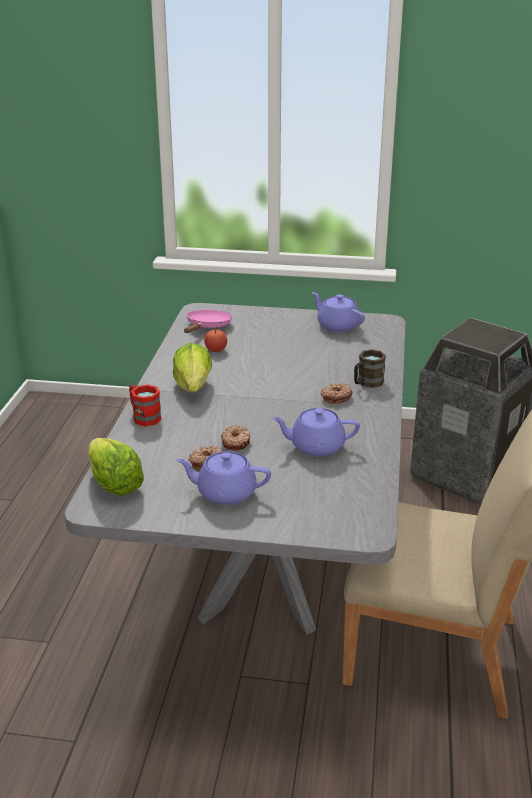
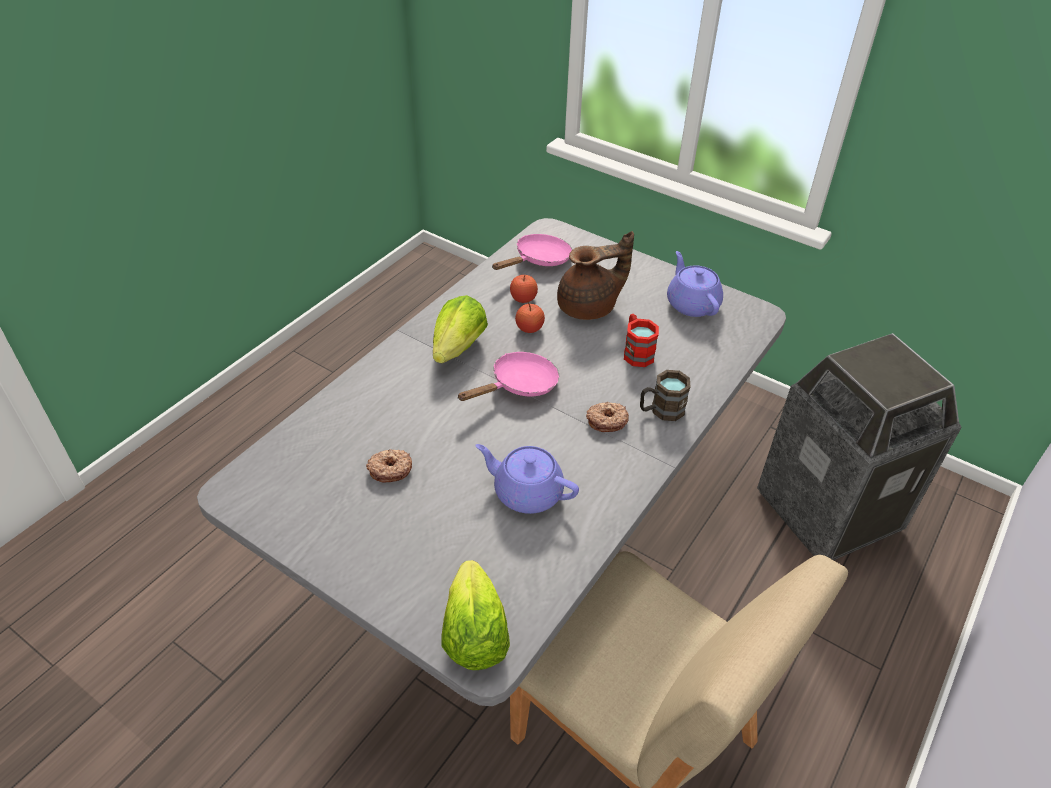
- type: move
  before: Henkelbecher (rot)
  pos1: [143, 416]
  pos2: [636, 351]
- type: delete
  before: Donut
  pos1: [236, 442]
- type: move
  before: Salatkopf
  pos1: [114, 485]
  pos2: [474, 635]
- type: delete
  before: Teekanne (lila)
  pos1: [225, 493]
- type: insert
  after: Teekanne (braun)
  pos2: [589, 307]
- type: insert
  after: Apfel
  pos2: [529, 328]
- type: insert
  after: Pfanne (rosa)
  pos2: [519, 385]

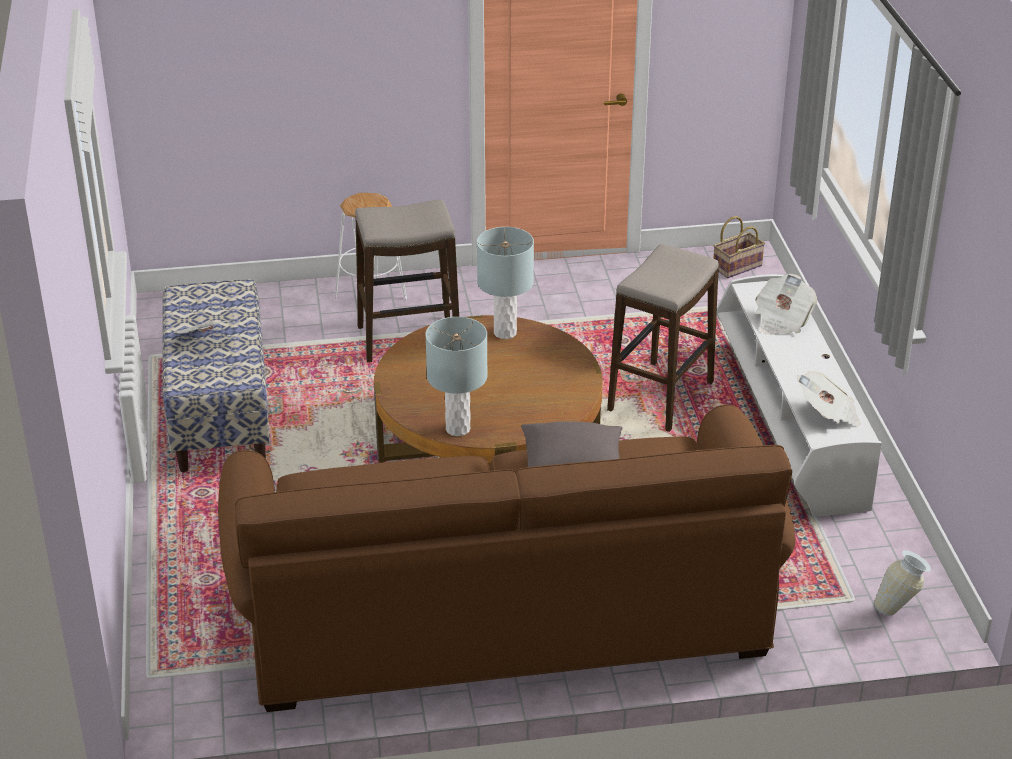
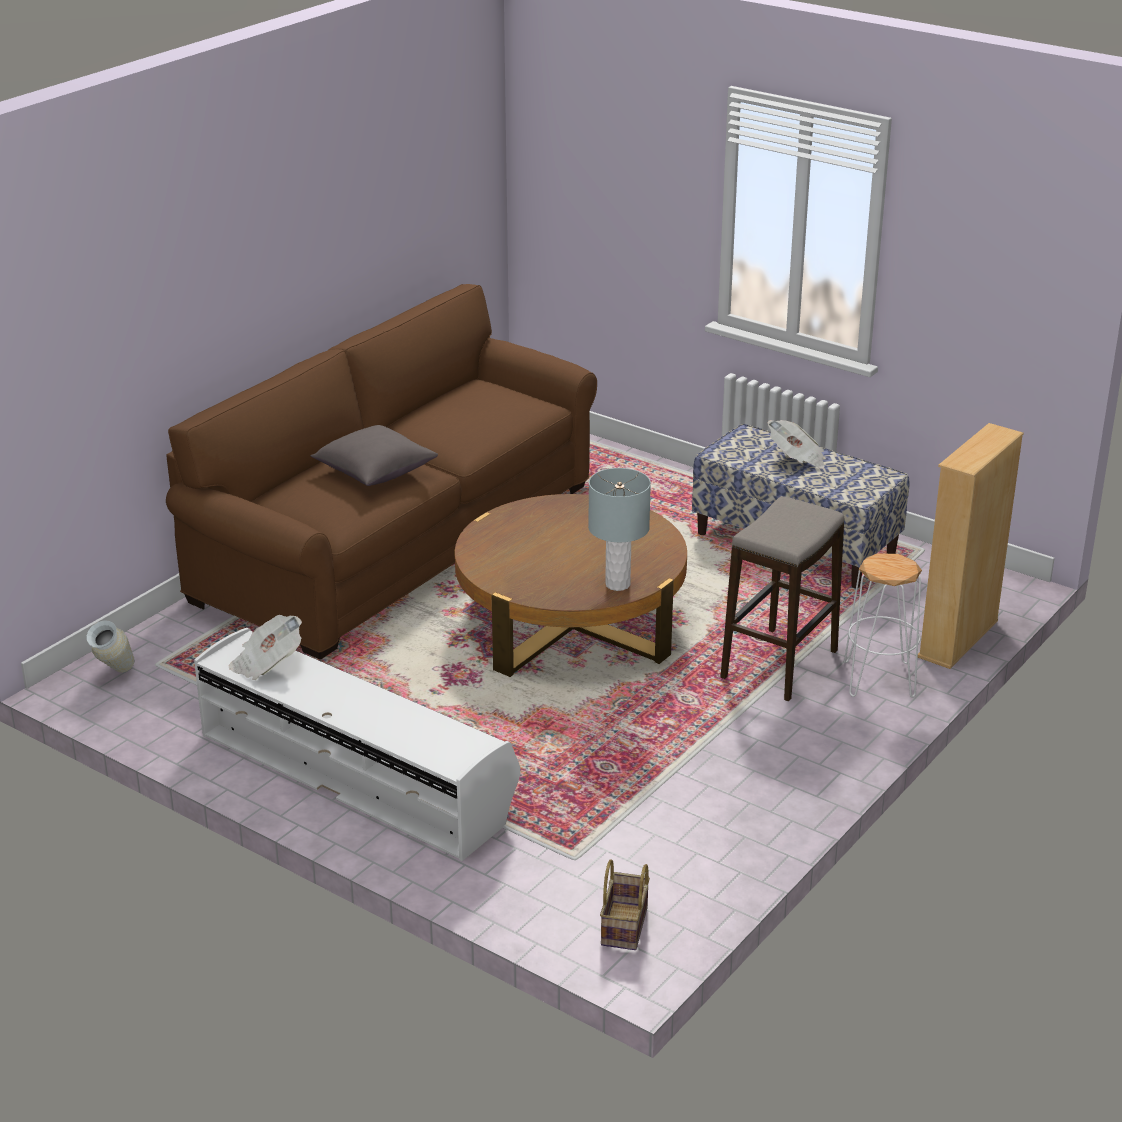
- type: delete
  before: Hocker
  pos1: [661, 396]
- type: delete
  before: Zeitung
  pos1: [782, 320]
- type: delete
  before: Tischlampe (grau)
  pos1: [457, 429]
- type: insert
  after: Bücherregal (beige)
  pos2: [958, 639]

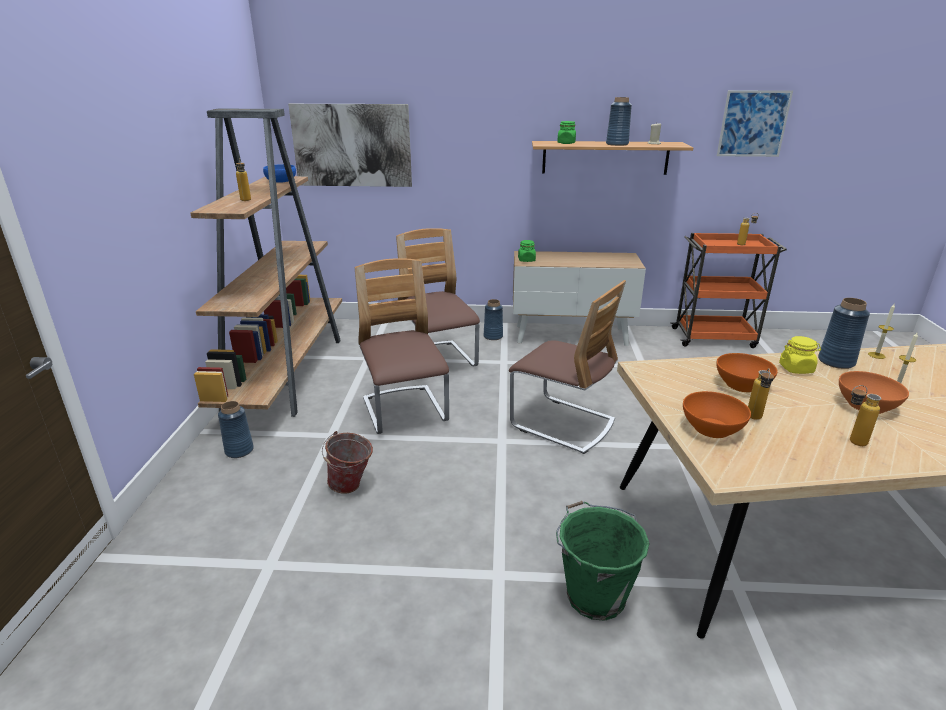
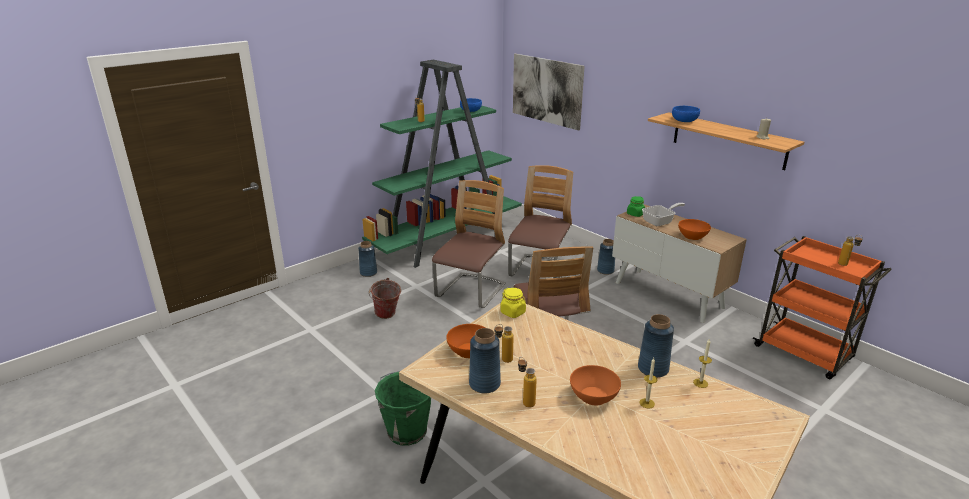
- type: delete
  before: Bild
  pos1: [753, 124]
- type: move
  before: Vase (blau)
  pos1: [617, 144]
  pos2: [484, 384]
- type: recolor
  before: Bücherregal (braun)
  after: Bücherregal (grün)
  pos1: [287, 372]
  pos2: [447, 241]
- type: replace
  before: Vorratsglas (grün)
  after: Schüssel (blau)
  pos1: [566, 143]
  pos2: [684, 120]
- type: move
  before: Vorratsglas (gelb)
  pos1: [796, 369]
  pos2: [513, 312]
- type: move
  before: Schüssel (orange)
  pos1: [742, 384]
  pos2: [692, 236]
- type: insert
  after: Pfanne
  pos2: [660, 221]

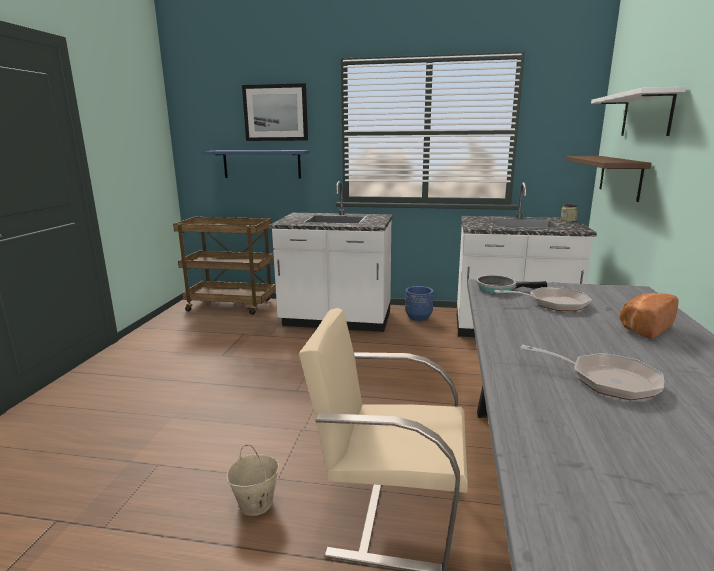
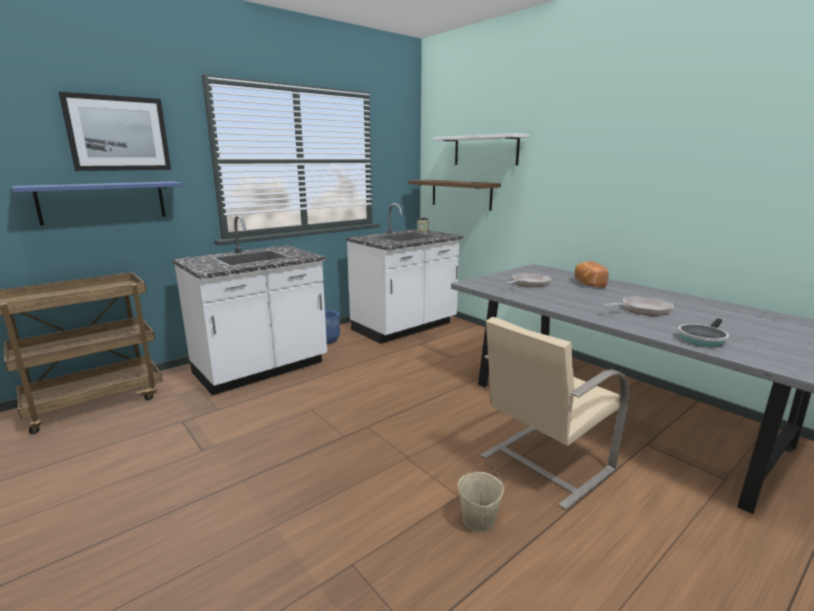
- type: move
  before: Pfanne
  pos1: [499, 288]
  pos2: [702, 339]

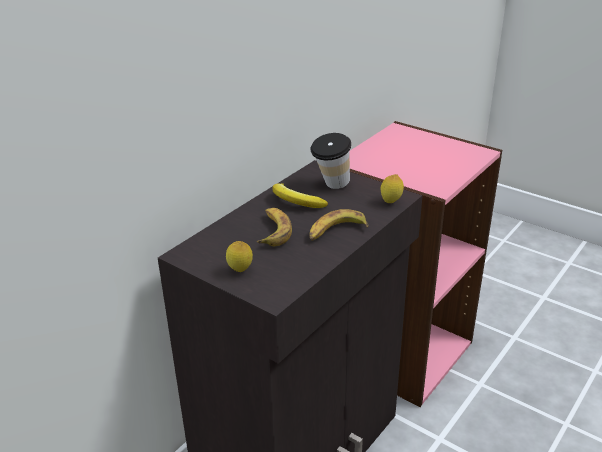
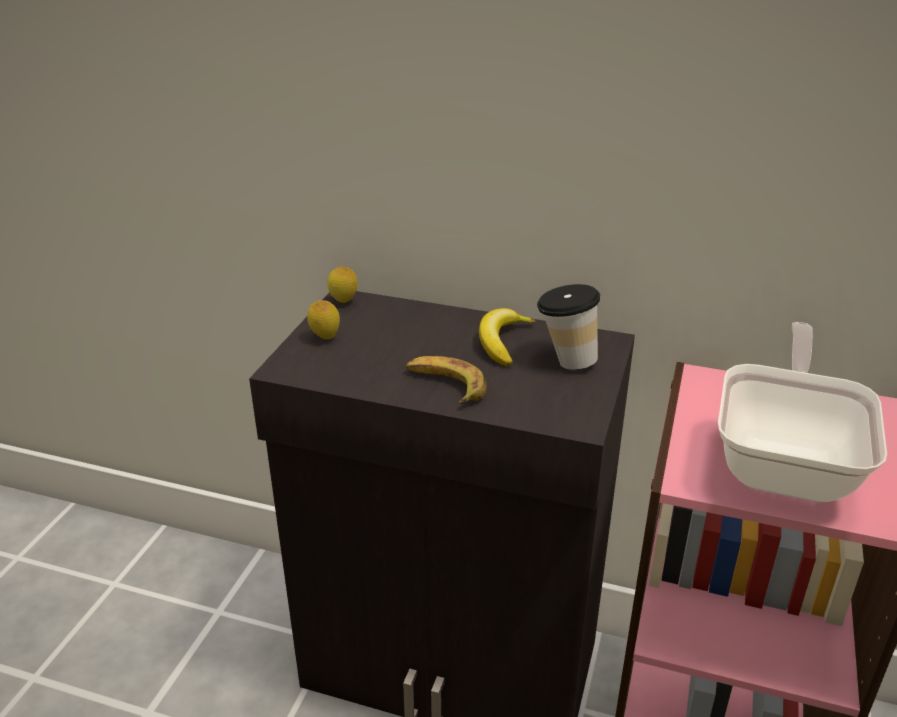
- type: move
  before: Zitrone
  pos1: [391, 202]
  pos2: [343, 302]
- type: delete
  before: Banane
  pos1: [273, 231]
- type: insert
  after: Pfanne
  pos2: [787, 461]

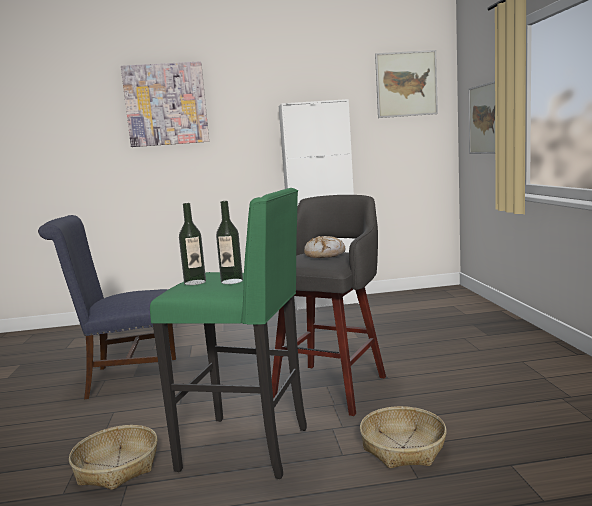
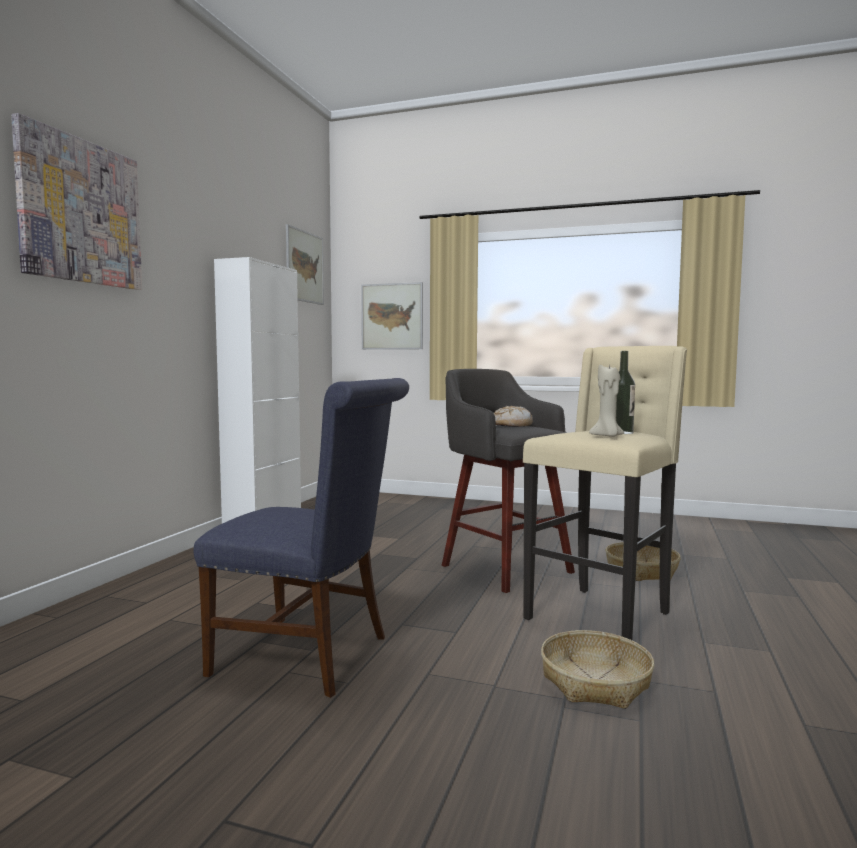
- type: recolor
  before: Hocker (grün)
  after: Hocker (beige)
  pos1: [248, 448]
  pos2: [601, 616]
- type: replace
  before: Flasche
  after: Kerze (beige)
  pos1: [195, 282]
  pos2: [607, 436]
- type: rotate
  before: Stuhl (blau)
  pos1: [126, 378]
  pos2: [312, 655]
  turn: -90

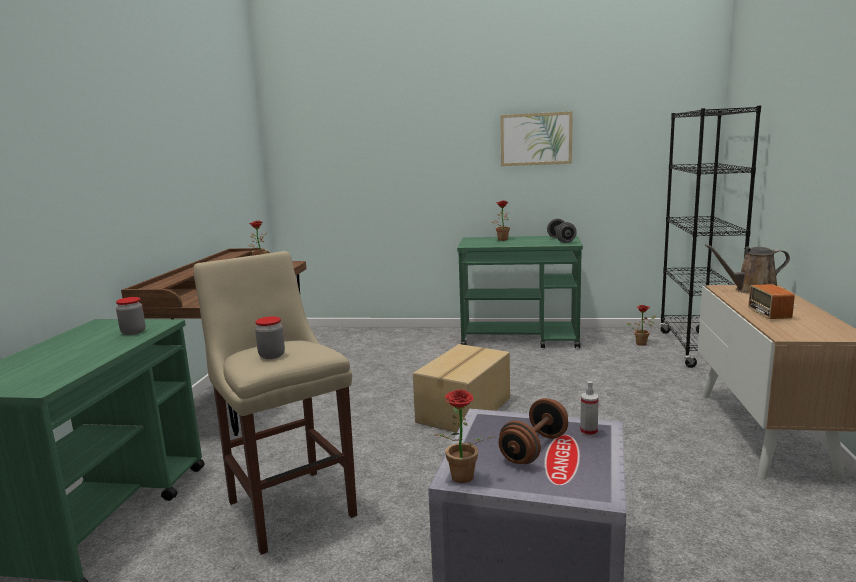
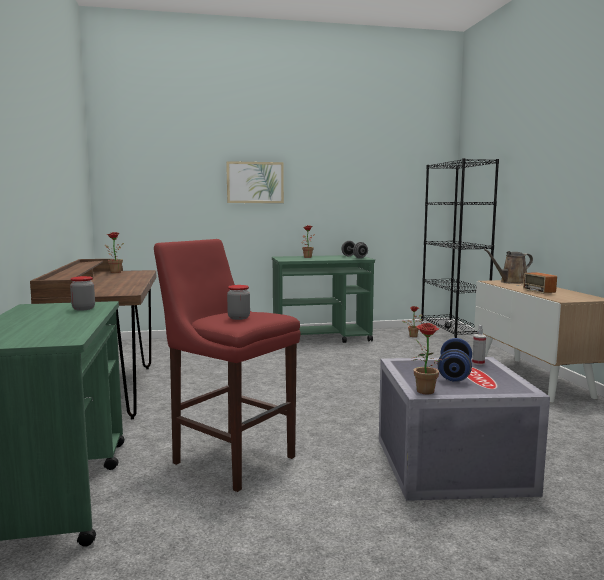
- type: move
  before: Bild
  pos1: [536, 139]
  pos2: [255, 182]
- type: recolor
  before: Hocker (beige)
  after: Hocker (rot)
  pos1: [289, 505]
  pos2: [230, 458]
- type: delete
  before: Karton
  pos1: [465, 410]
- type: recolor
  before: Hantel (braun)
  after: Hantel (blau)
  pos1: [534, 449]
  pos2: [454, 374]

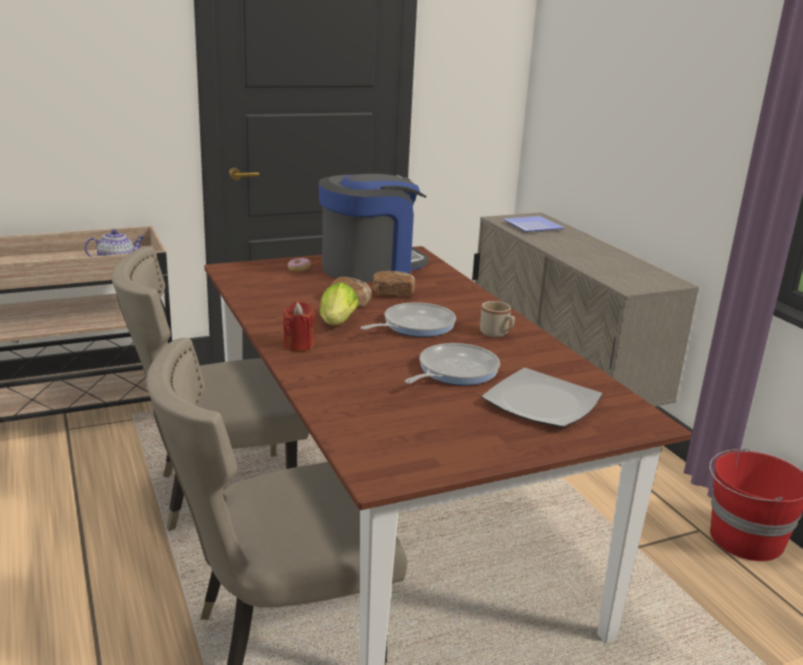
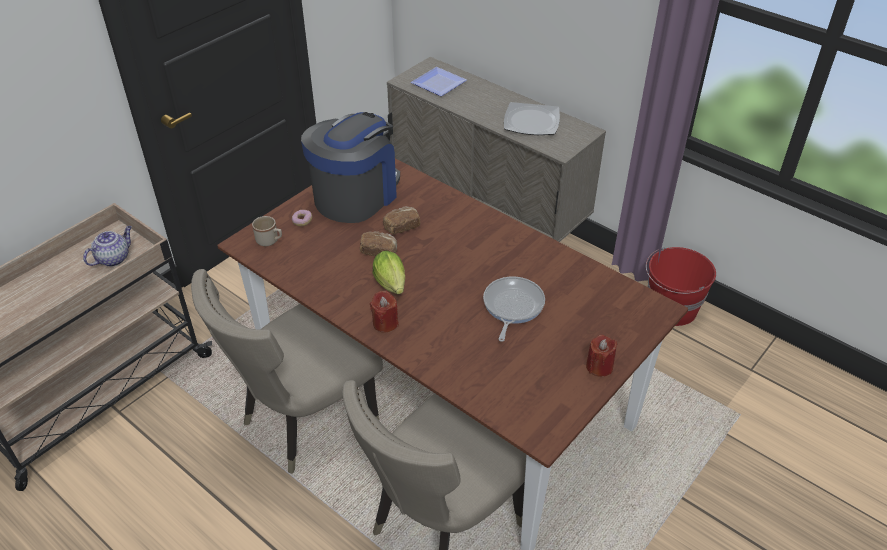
- type: move
  before: Henkelbecher (beige)
  pos1: [497, 334]
  pos2: [270, 241]
- type: delete
  before: Pfanne
  pos1: [415, 325]
- type: move
  before: Teller
  pos1: [542, 403]
  pos2: [532, 122]
- type: insert
  after: Kerze (rot)
  pos2: [599, 367]

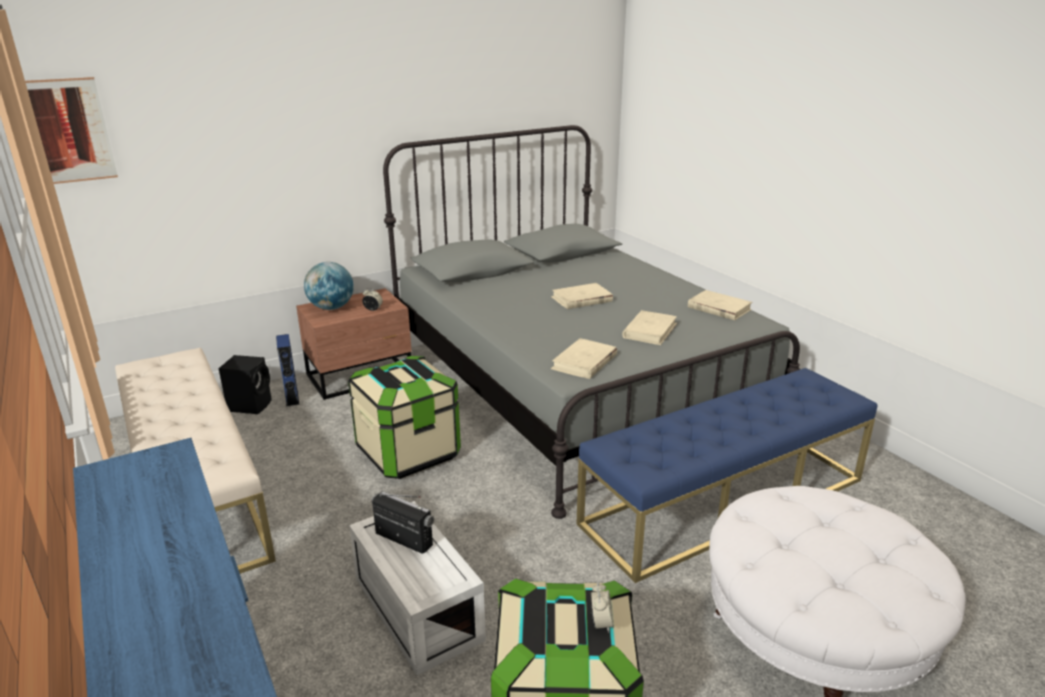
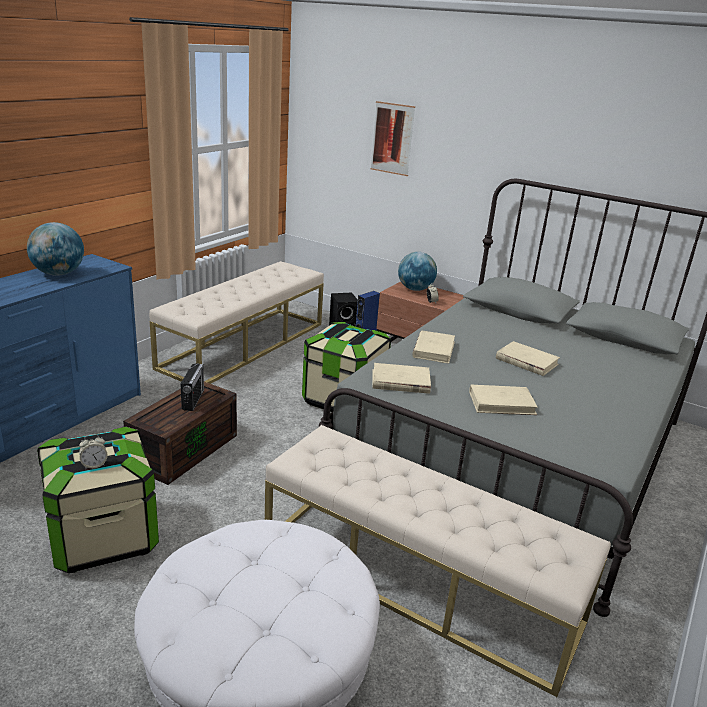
- type: move
  before: Bild
  pos1: [70, 131]
  pos2: [392, 138]
- type: move
  before: Buch (beige)
  pos1: [718, 308]
  pos2: [433, 349]
- type: recolor
  before: Bank (blau)
  after: Bank (beige)
  pos1: [724, 501]
  pos2: [418, 581]
- type: recolor
  before: Aufbewahrungsbox (weiß)
  after: Aufbewahrungsbox (braun)
  pos1: [414, 608]
  pos2: [184, 449]
- type: insert
  after: Globus
  pos2: [58, 274]

